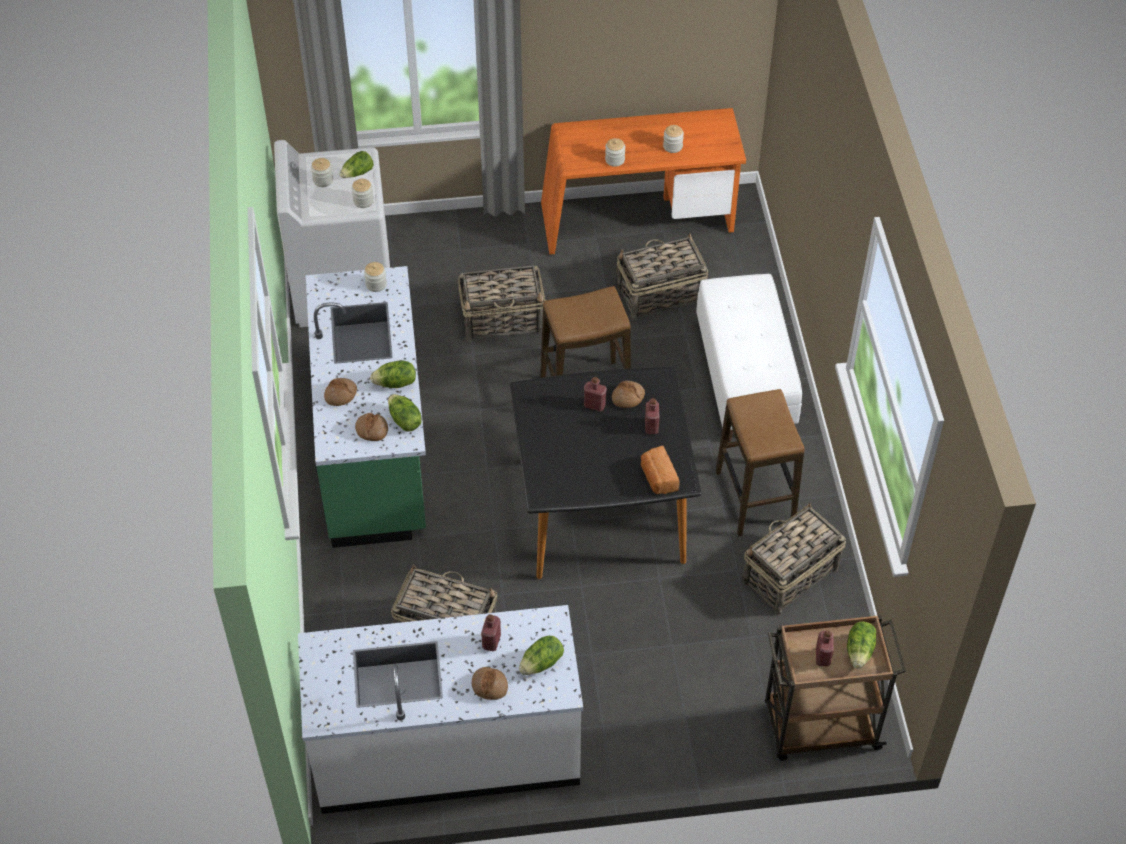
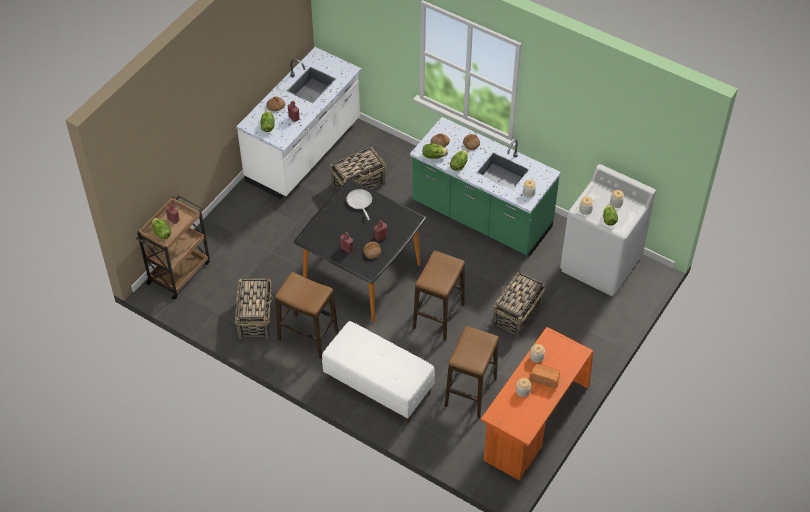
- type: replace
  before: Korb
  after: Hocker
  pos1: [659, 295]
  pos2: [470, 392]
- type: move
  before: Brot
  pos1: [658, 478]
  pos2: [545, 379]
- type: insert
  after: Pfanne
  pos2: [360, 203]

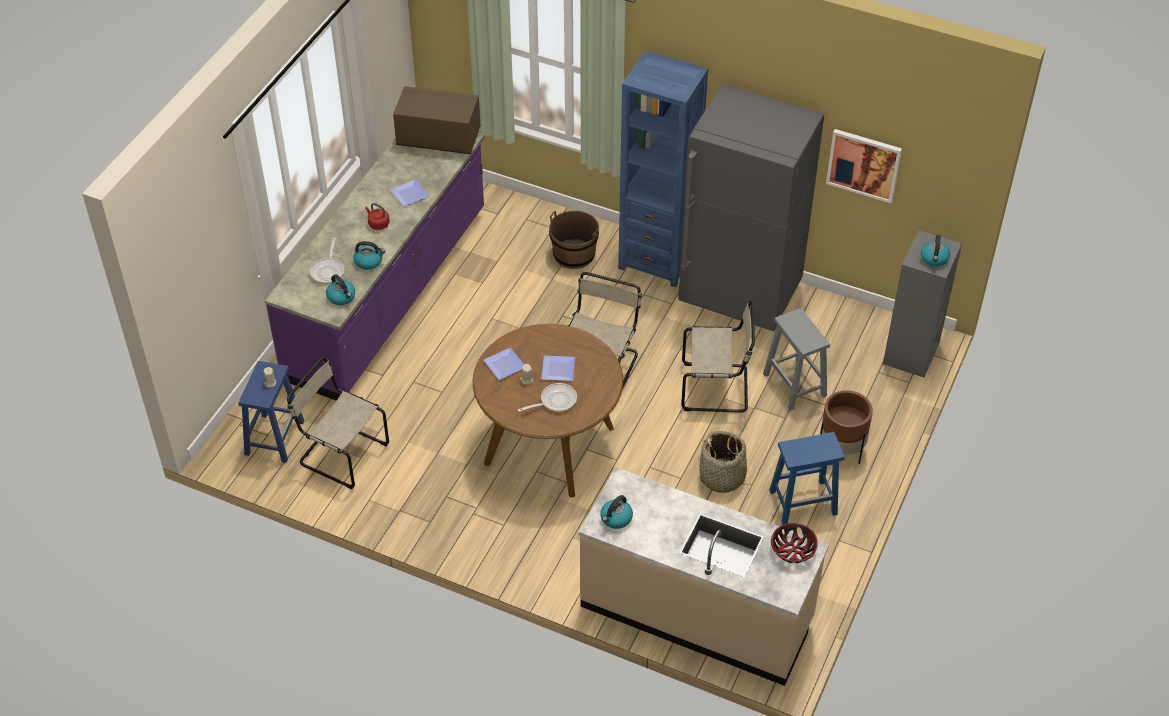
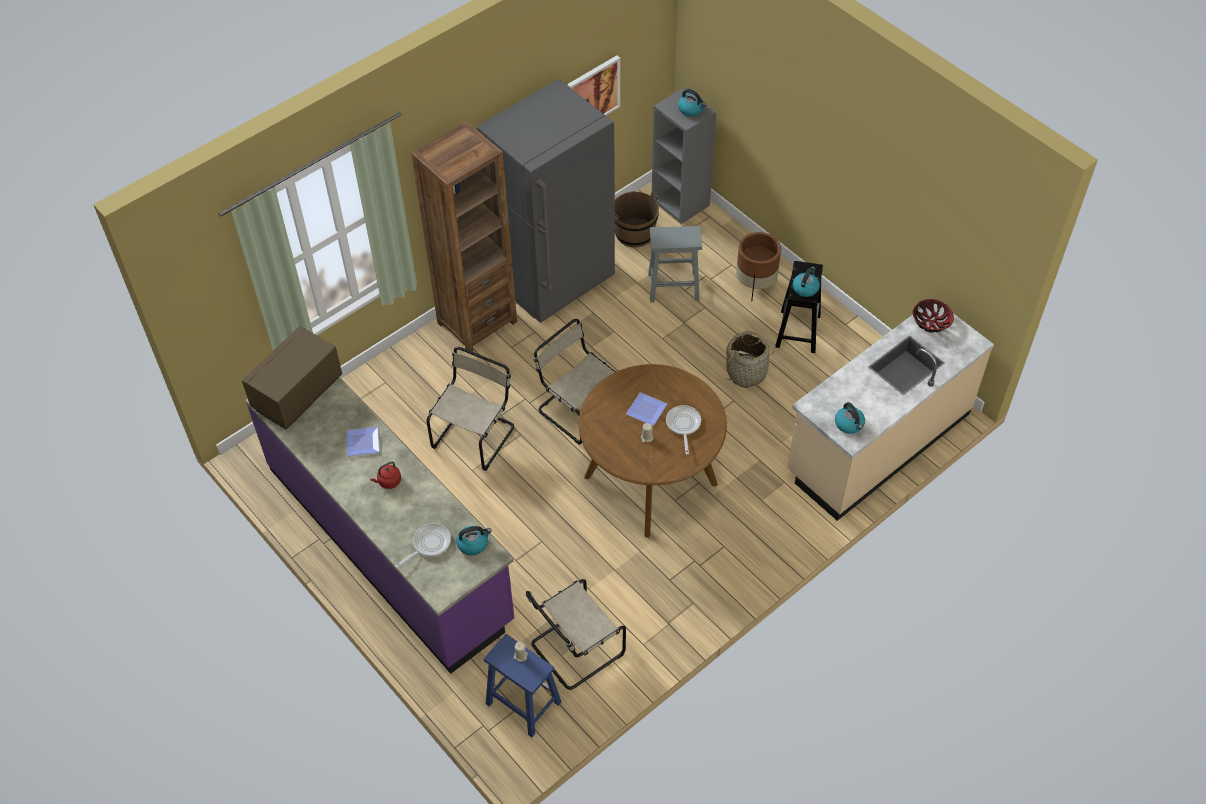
- type: recolor
  before: Bücherregal (blau)
  after: Bücherregal (braun)
  pos1: [657, 260]
  pos2: [477, 322]
- type: move
  before: Eimer (braun)
  pos1: [574, 254]
  pos2: [634, 233]
- type: rotate
  before: Pfanne
  pos1: [328, 270]
  pos2: [429, 544]
  turn: -75
- type: move
  before: Wasserkessel
  pos1: [369, 261]
  pos2: [805, 288]
- type: move
  before: Stuhl (beige)
  pos1: [717, 388]
  pos2: [475, 435]
- type: delete
  before: Teller
  pos1: [503, 365]
- type: recolor
  before: Hocker (blau)
  after: Hocker (schwarz)
  pos1: [804, 502]
  pos2: [797, 330]

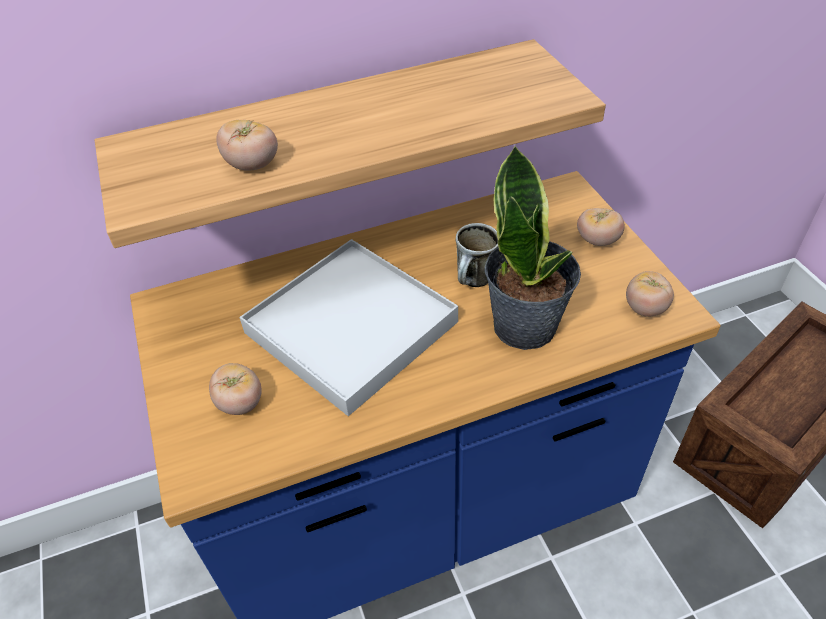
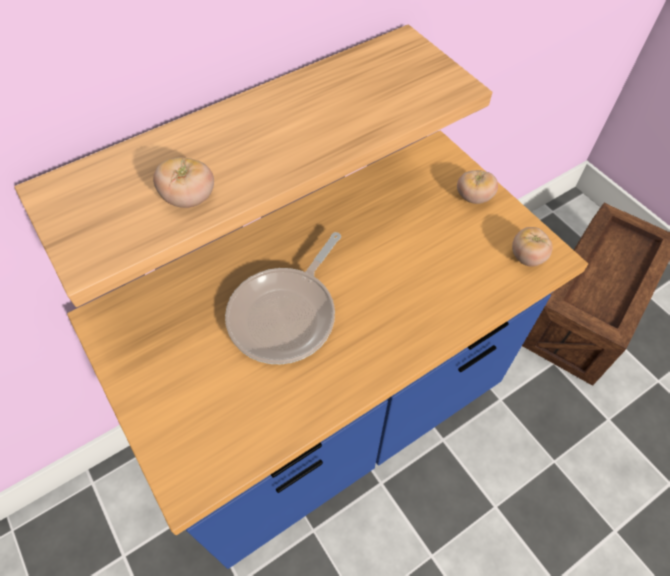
- type: delete
  before: Topfpflanze
  pos1: [526, 325]
- type: delete
  before: Henkelbecher
  pos1: [475, 282]
- type: replace
  before: Tablett (weiß)
  after: Pfanne
  pos1: [351, 327]
  pos2: [286, 314]
- type: delete
  before: Tomate
  pos1: [240, 403]

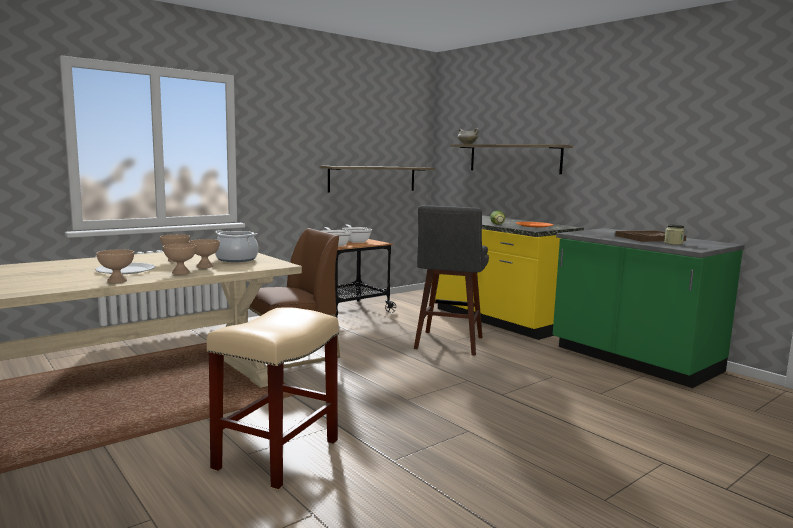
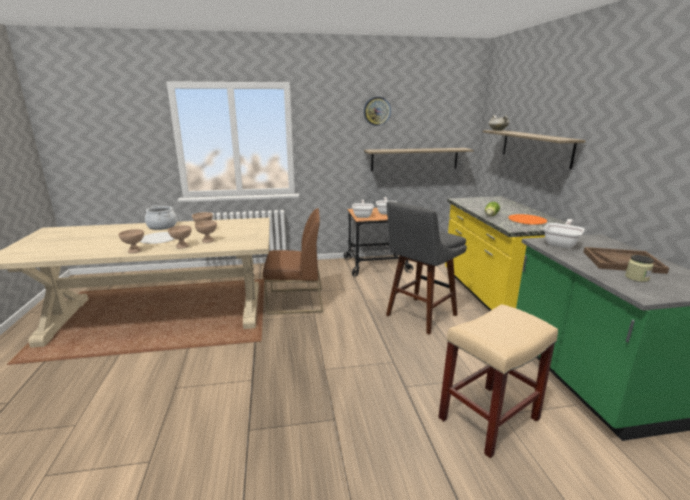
- type: move
  before: Kochtopf
  pos1: [236, 259]
  pos2: [162, 226]
- type: move
  before: Hocker (beige)
  pos1: [277, 455]
  pos2: [488, 419]
- type: insert
  after: Wanduhr
  pos2: [377, 111]
- type: insert
  after: Pfanne
  pos2: [562, 244]

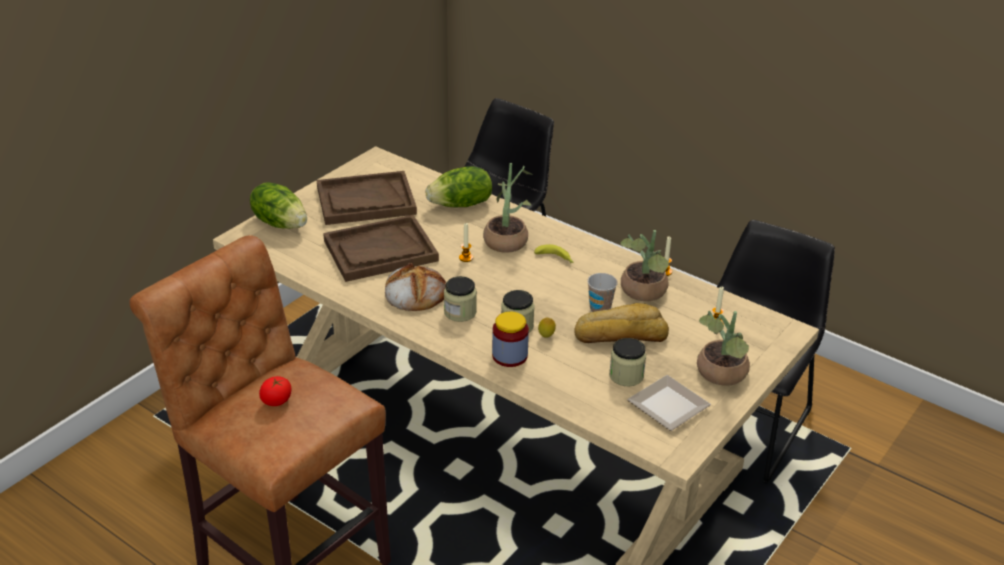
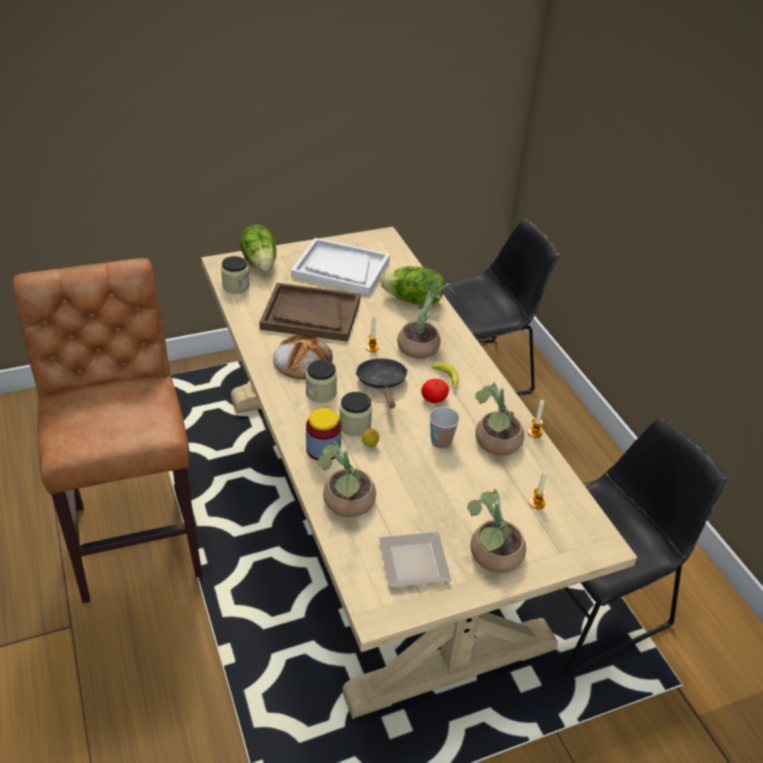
- type: recolor
  before: Tablett (braun)
  after: Tablett (weiß)
  pos1: [365, 201]
  pos2: [340, 268]
- type: delete
  before: Brot
  pos1: [620, 333]
- type: move
  before: Vorratsglas
  pos1: [626, 375]
  pos2: [236, 286]
- type: move
  before: Tomate
  pos1: [276, 401]
  pos2: [434, 399]
- type: insert
  after: Pfanne (schwarz)
  pos2: [382, 383]
- type: insert
  after: Topfpflanze
  pos2: [346, 505]

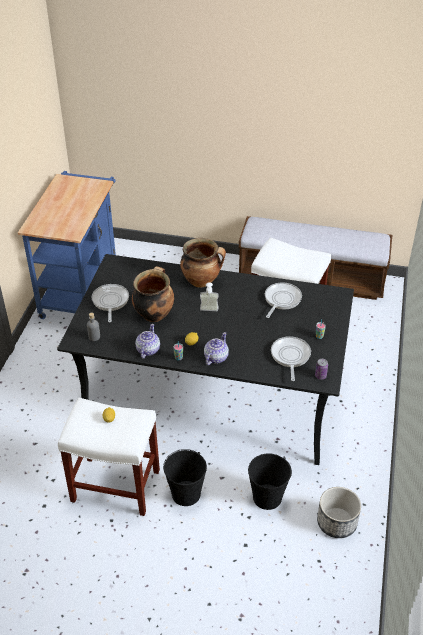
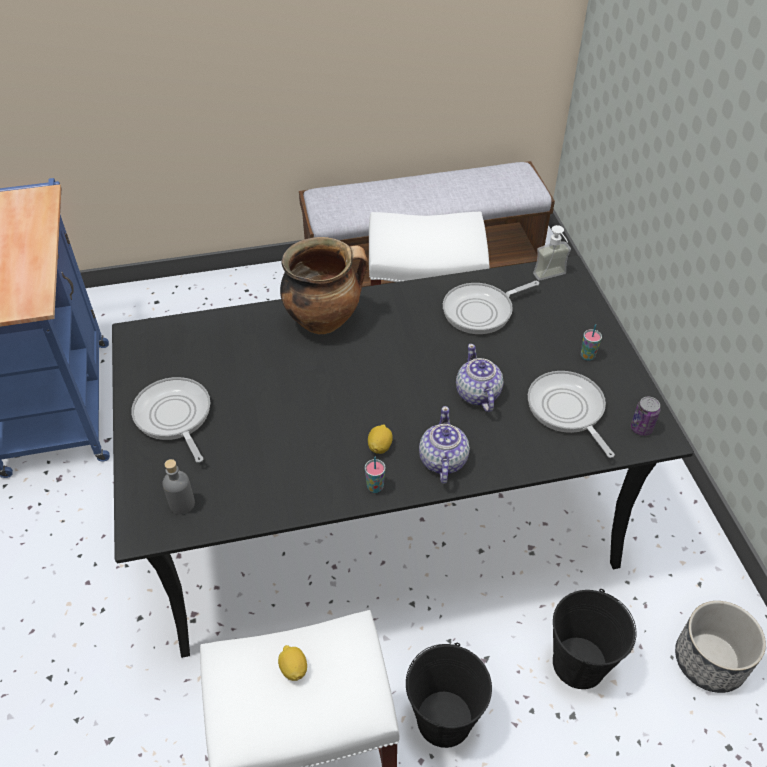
- type: delete
  before: Kochtopf
  pos1: [154, 314]
- type: move
  before: Seifenspender
  pos1: [208, 311]
  pos2: [552, 278]
- type: rotate
  before: Pfanne
  pos1: [281, 300]
  pos2: [481, 311]
  turn: -120
- type: move
  before: Teekanne
  pos1: [147, 350]
  pos2: [477, 394]

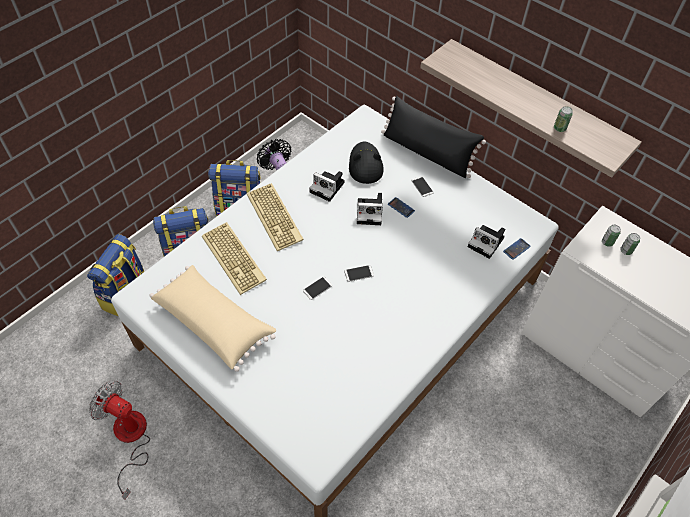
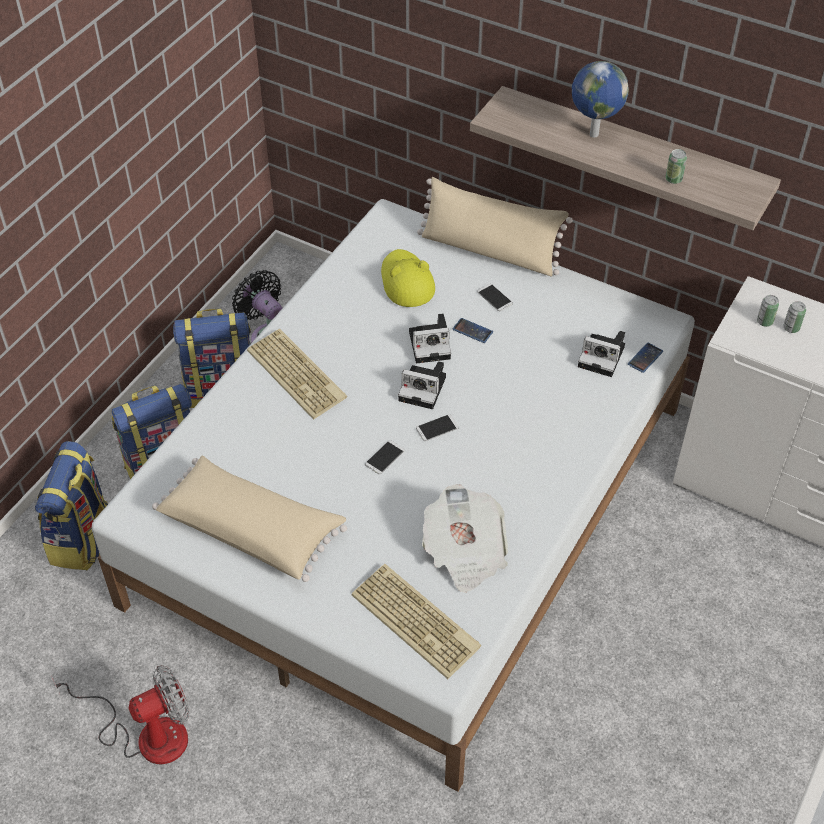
- type: recolor
  before: Kissen (schwarz)
  after: Kissen (beige)
  pos1: [427, 153]
  pos2: [489, 251]
- type: recolor
  before: Hut (schwarz)
  after: Hut (gelb)
  pos1: [365, 165]
  pos2: [406, 282]
- type: move
  before: Kamera
  pos1: [328, 187]
  pos2: [424, 388]
- type: move
  before: Tastatur
  pos1: [235, 258]
  pos2: [418, 620]
- type: rotate
  before: Ventilator
  pos1: [130, 439]
  pos2: [146, 734]
  turn: 135
- type: insert
  after: Globus
  pos2: [592, 134]
- type: insert
  after: Zeitung
  pos2: [465, 552]

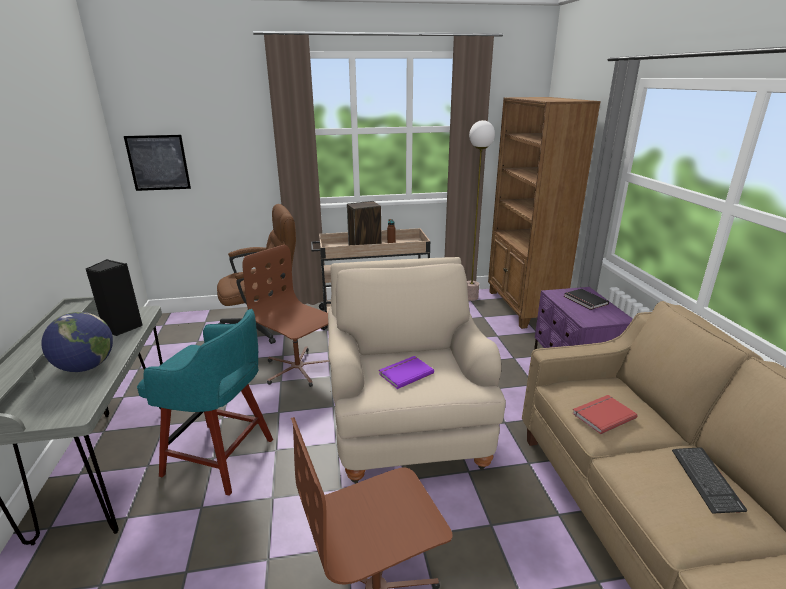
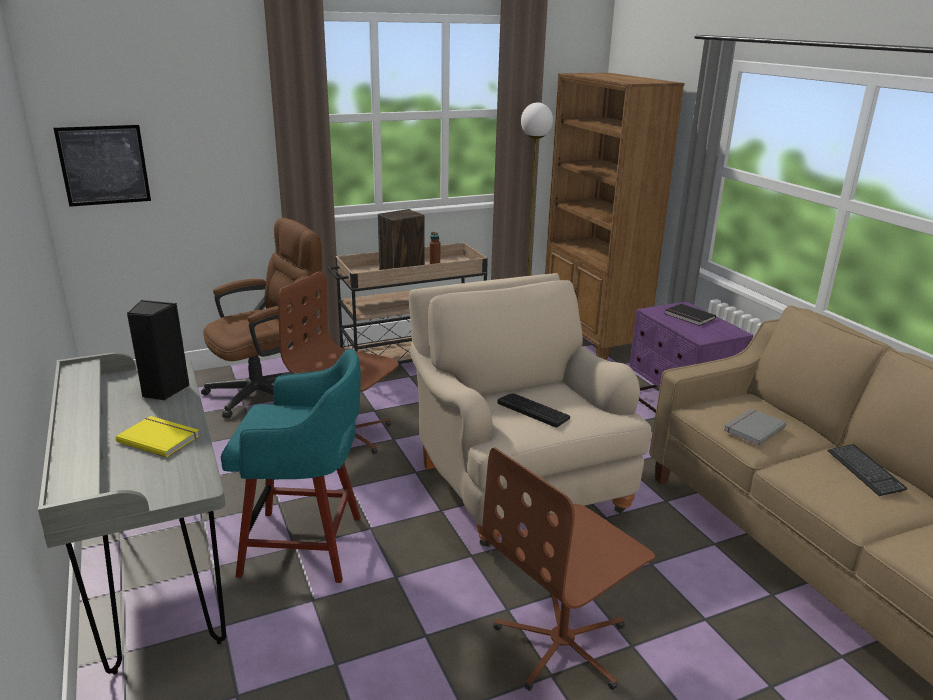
- type: replace
  before: Globus
  after: Buch (gelb)
  pos1: [86, 367]
  pos2: [160, 438]
- type: replace
  before: Buch (lila)
  after: Tastatur
  pos1: [405, 373]
  pos2: [533, 410]
- type: recolor
  before: Buch (rot)
  after: Buch (grau)
  pos1: [602, 415]
  pos2: [752, 428]

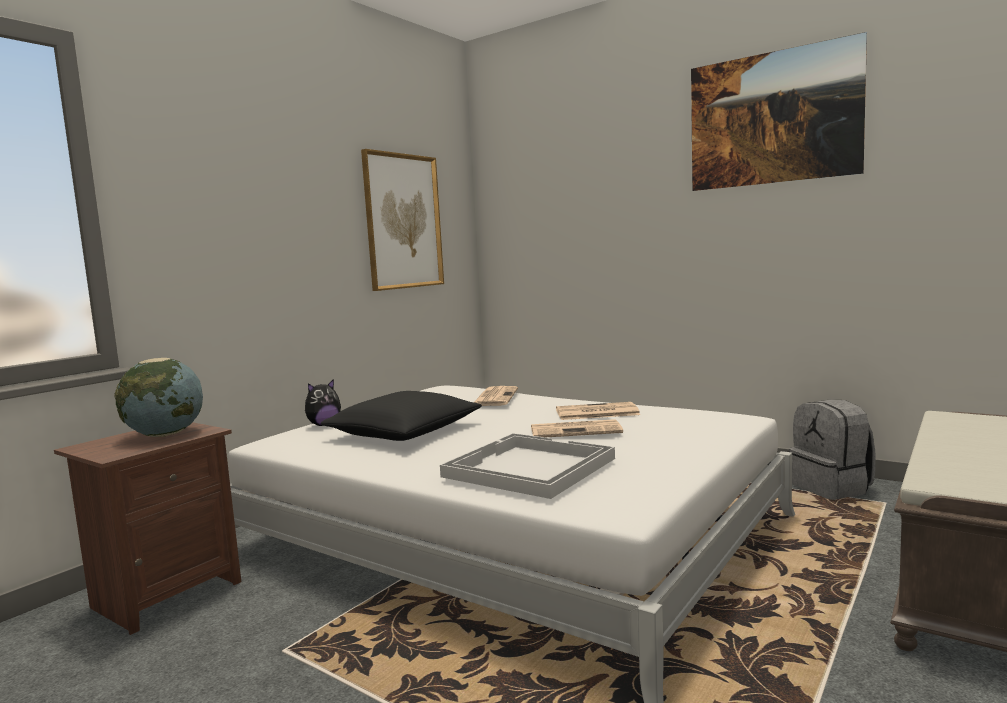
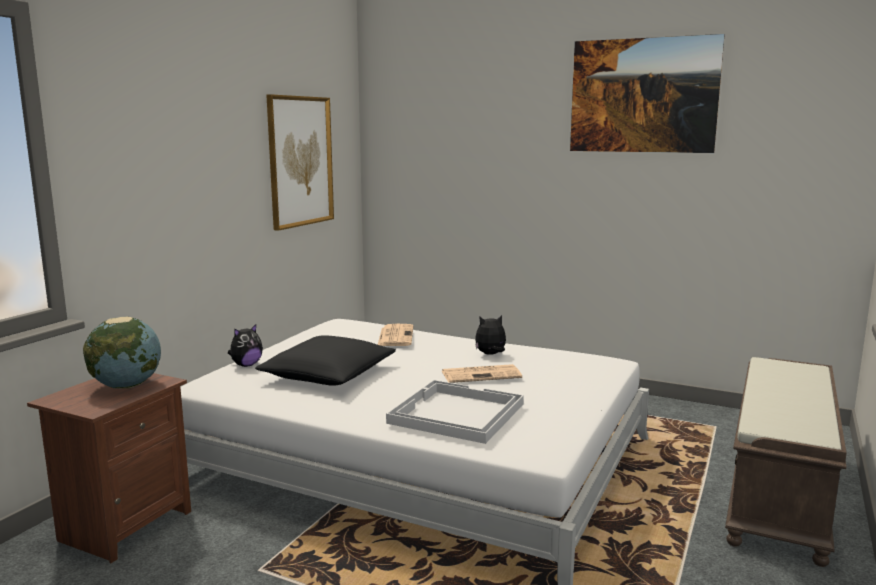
- type: delete
  before: Rucksack (grau)
  pos1: [832, 488]
- type: replace
  before: Zeitung
  after: Plüschtier
  pos1: [595, 412]
  pos2: [490, 354]

